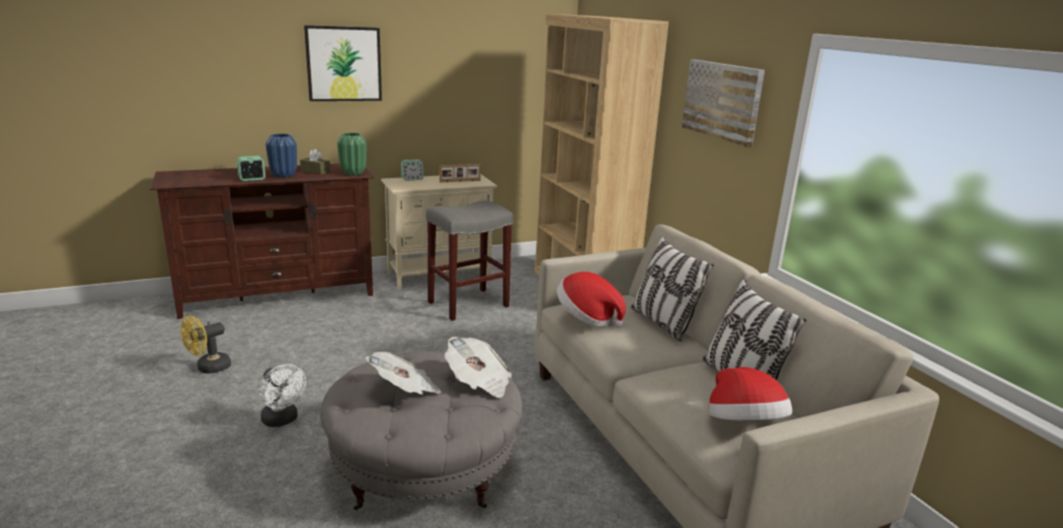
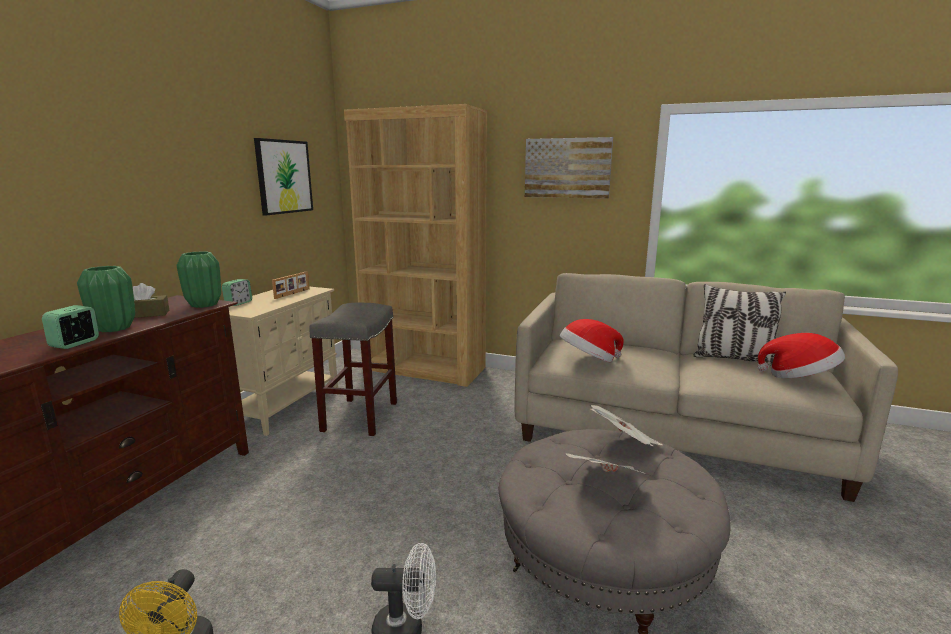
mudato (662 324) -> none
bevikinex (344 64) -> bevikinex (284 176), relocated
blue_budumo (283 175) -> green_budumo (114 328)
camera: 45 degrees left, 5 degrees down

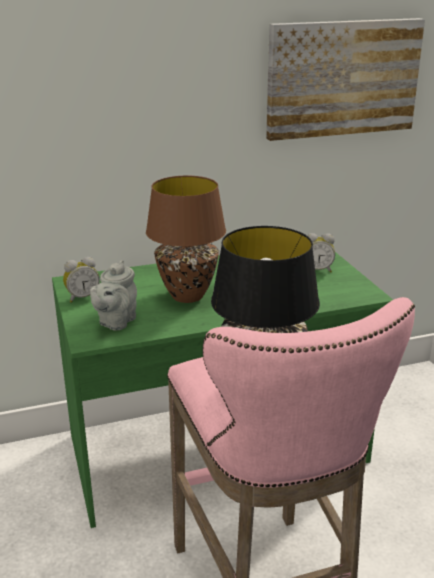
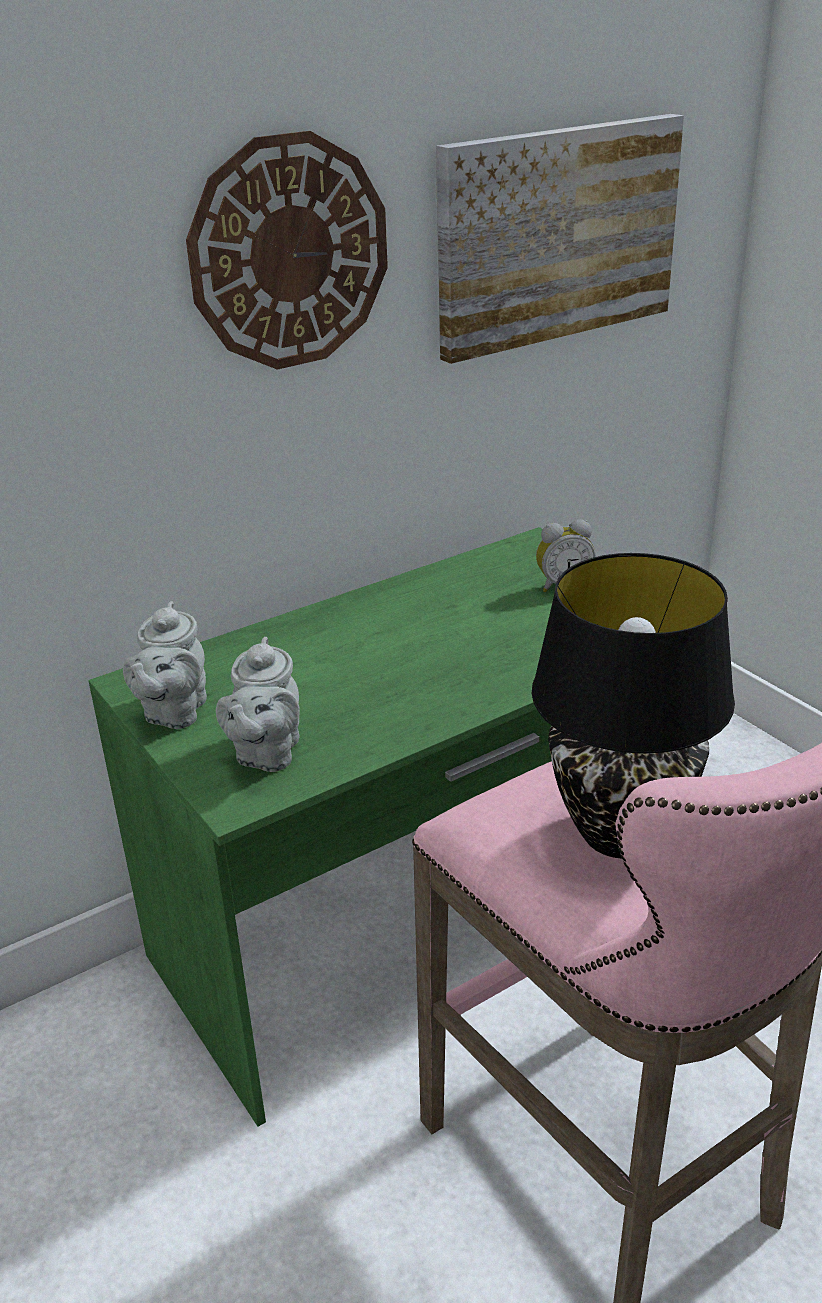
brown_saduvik (188 295) -> none
none -> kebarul (289 253)
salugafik (82 297) -> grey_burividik (173 713)
camera: 15 degrees left, 5 degrees up

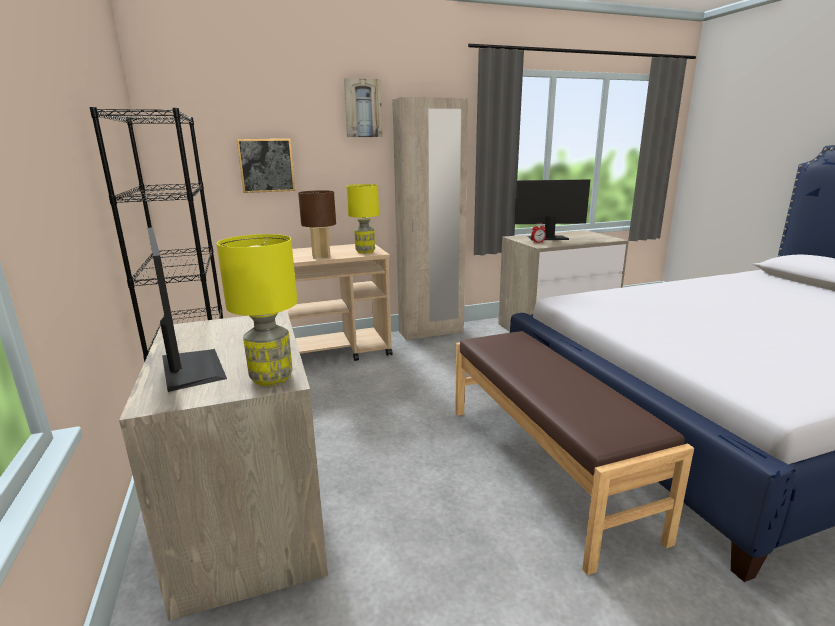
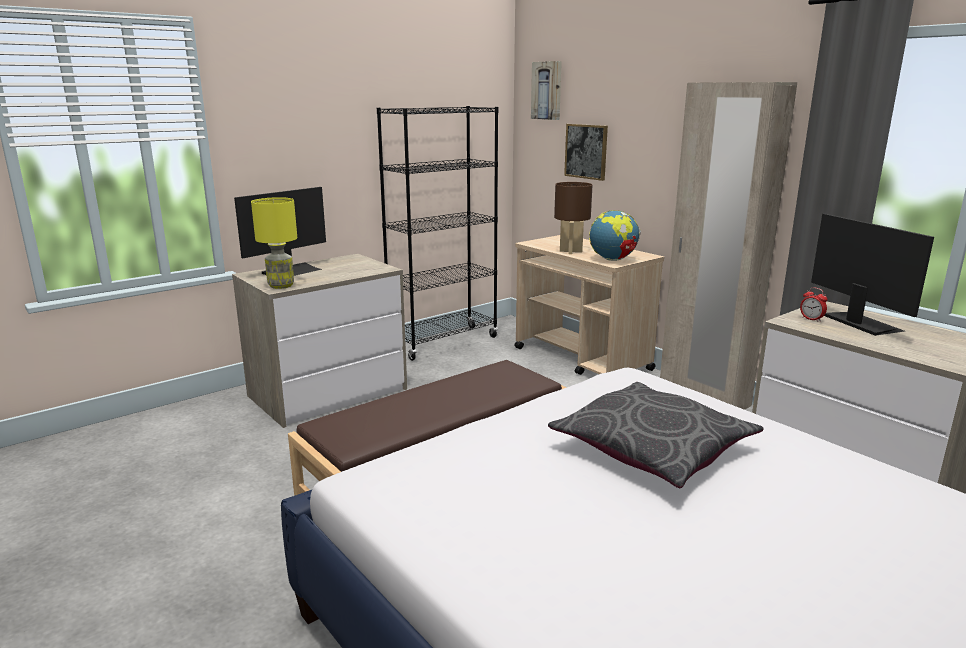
none -> grey_mudato (653 448)
bevikinex (363 108) -> bevikinex (547 90), relocated
yellow_saduvik (365 251) -> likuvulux (613 260)
camera: 70 degrees right, 0 degrees up

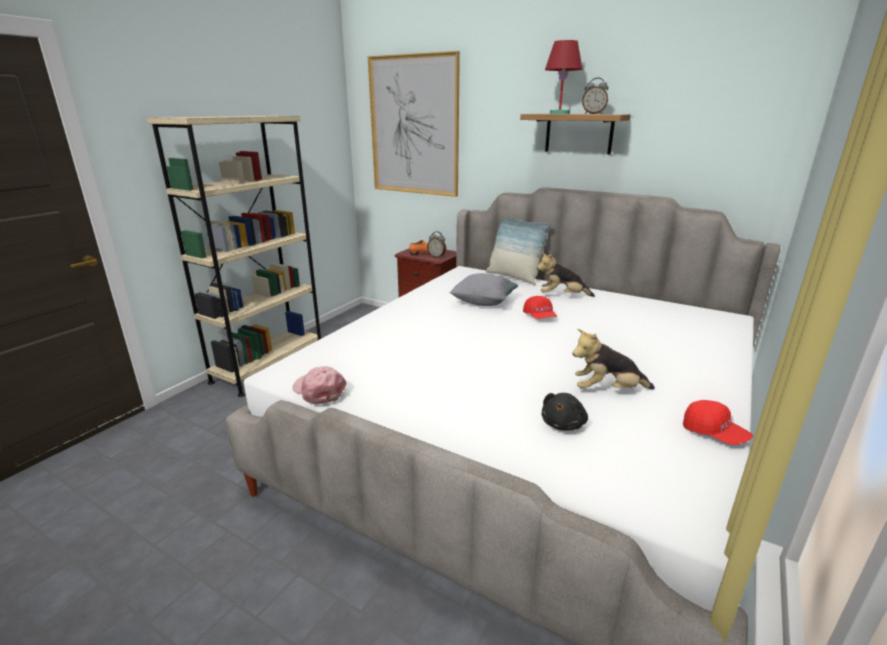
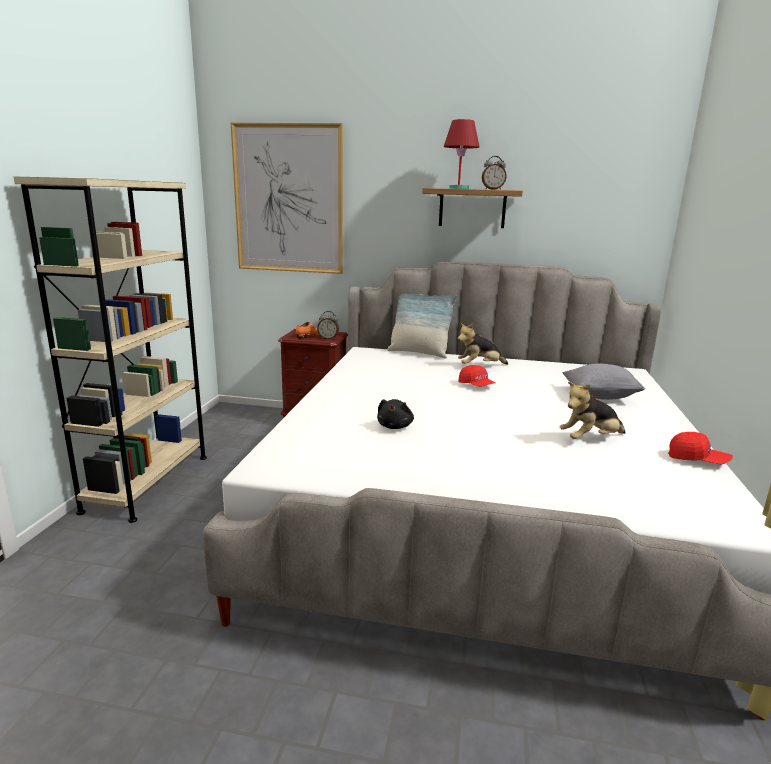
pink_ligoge (319 390) -> none
grey_mudato (483 302) -> grey_mudato (600 396), relocated
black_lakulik (563 424) -> black_lakulik (395 426), relocated
camera: 20 degrees left, 5 degrees down

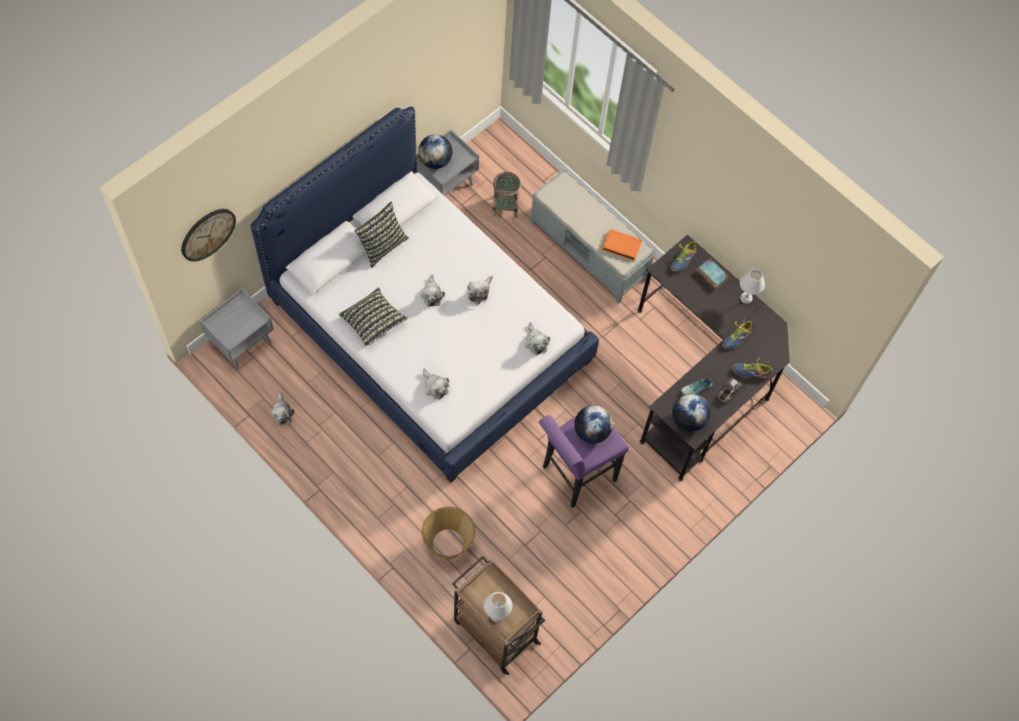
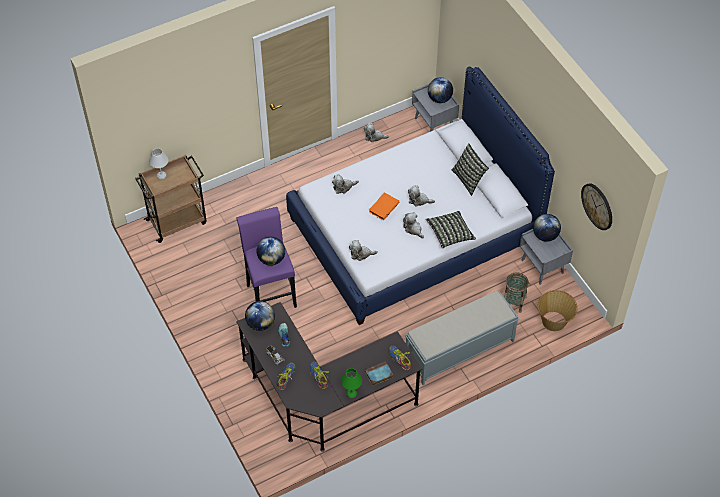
none -> likuvulux (439 99)
kebarul (207 234) -> kebarul (597 206), relocated
mudato (373 321) -> mudato (450 234), relocated
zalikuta (448 543) -> zalikuta (554 321), relocated
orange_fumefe (621 246) -> orange_fumefe (383 207), relocated
white_saduvik (746 297) -> green_saduvik (351 394)
camera: 110 degrees right, 10 degrees down

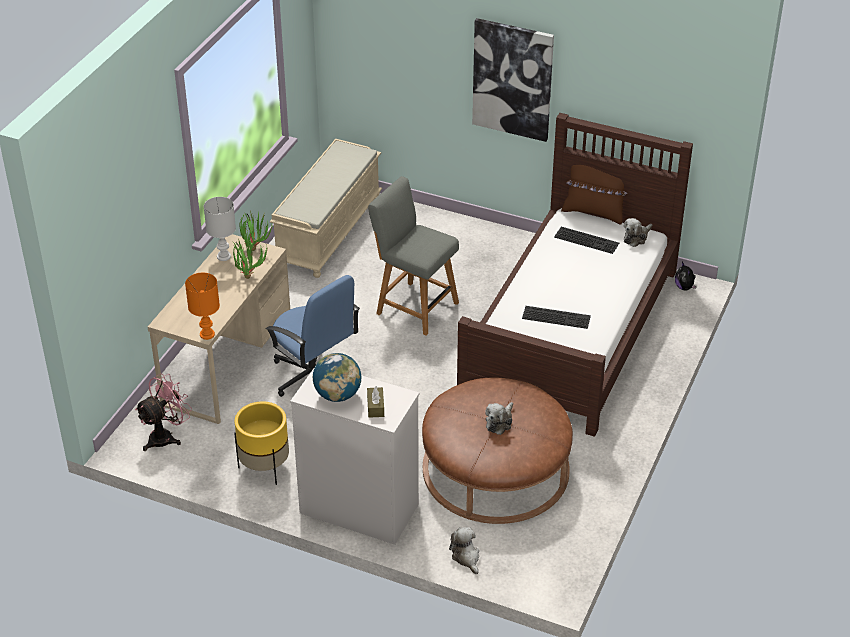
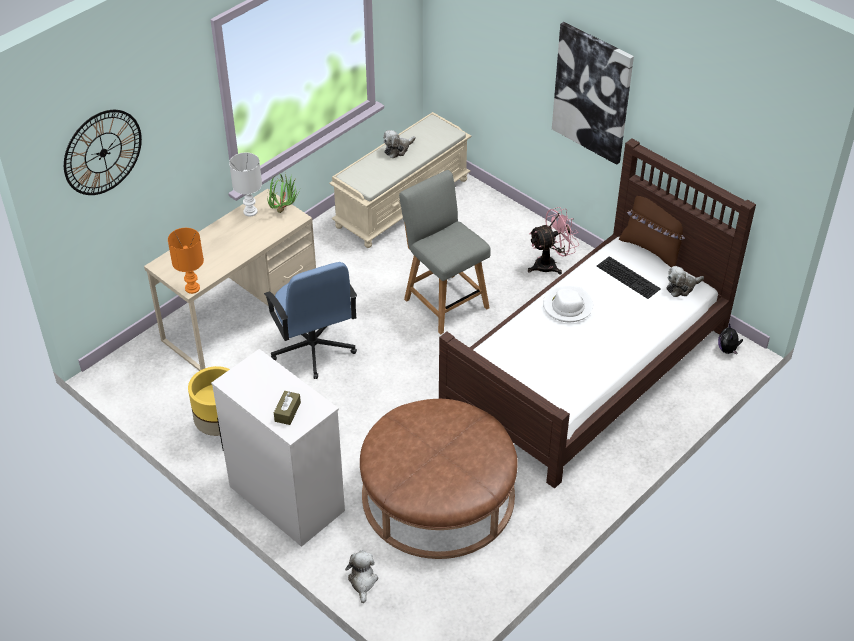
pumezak (249 274) -> none
likuvulux (338 395) -> none
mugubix (557 316) -> none
none -> kebarul (103 152)
none -> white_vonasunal (567 306)
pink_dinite (166 436) -> pink_dinite (550 264), relocated
lakulik (499 422) -> lakulik (398 149), relocated
camera: 20 degrees right, 5 degrees up

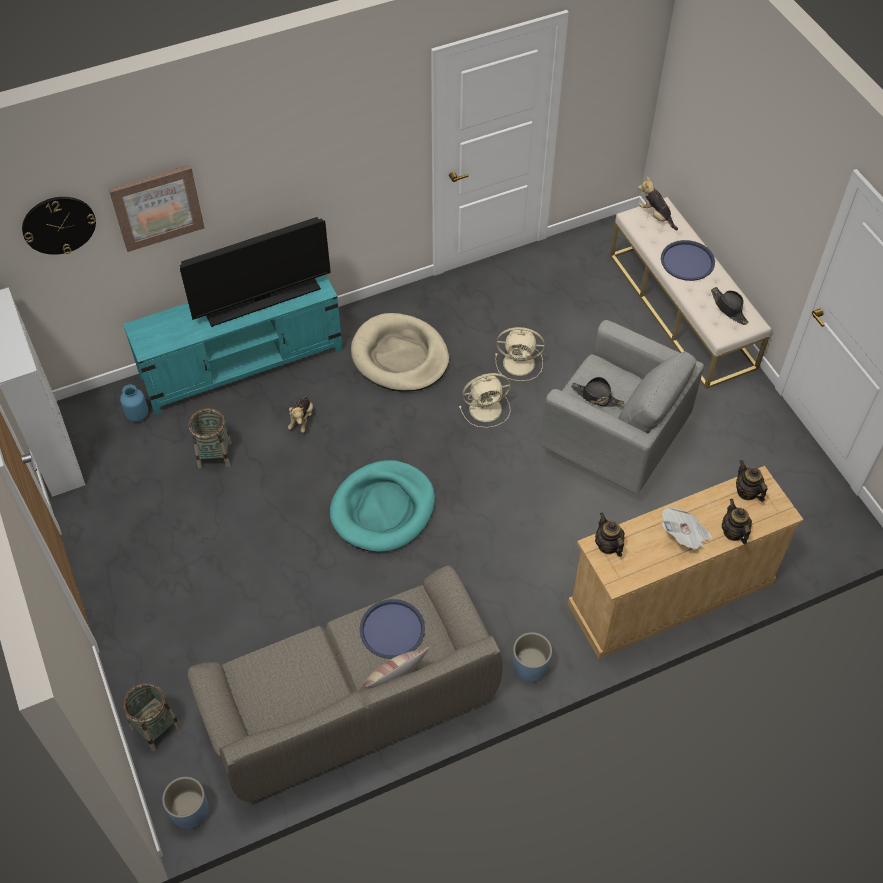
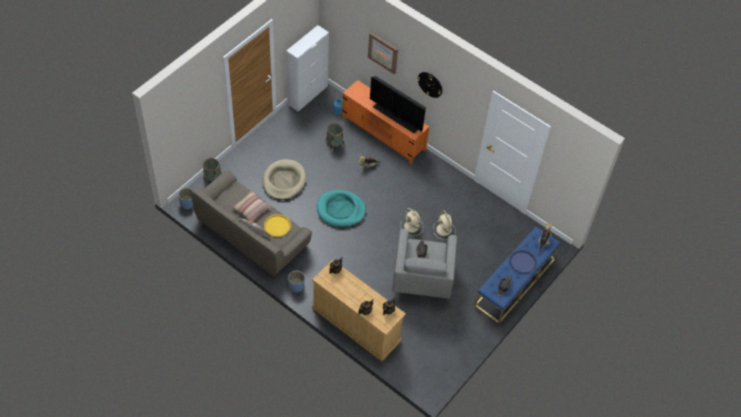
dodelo (684 535) -> none
none -> mudato (251 208)
kebarul (59 224) -> kebarul (430 84), relocated
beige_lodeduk (400 356) -> beige_lodeduk (284 181), relocated
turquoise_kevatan (243 363) -> orange_kevatan (383 134)
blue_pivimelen (392 629) -> yellow_pivimelen (277 226)
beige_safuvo (682 310) -> blue_safuvo (515 282)
camera: 60 degrees right, 0 degrees up

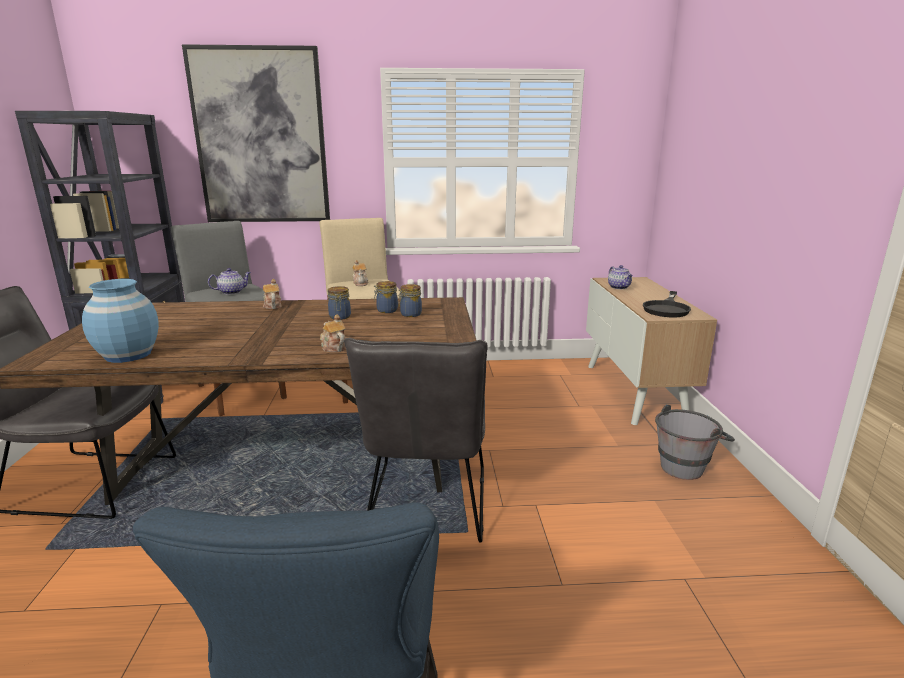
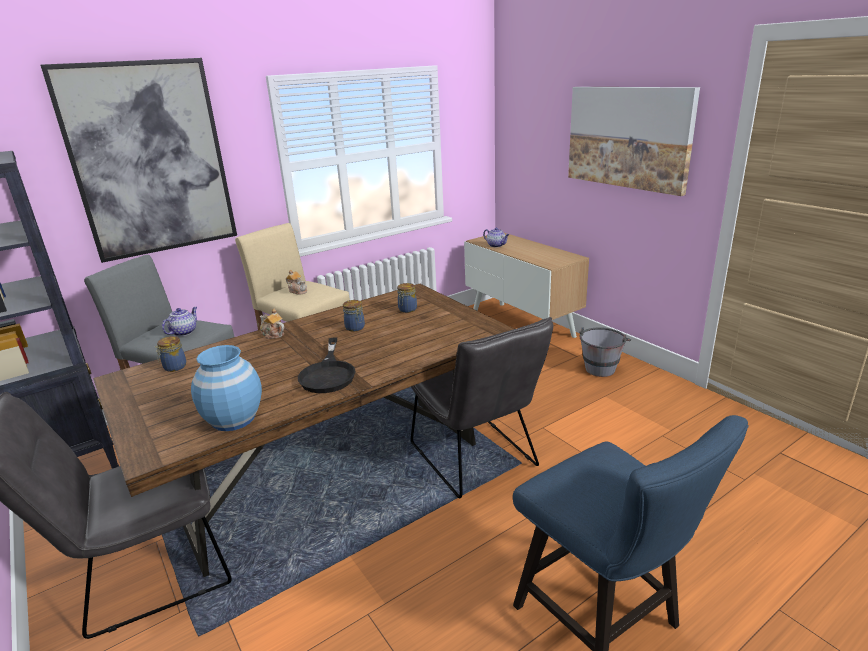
burividik (333 347) -> none
none -> bevikinex (628 137)
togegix (386 310) -> togegix (174 367), relocated
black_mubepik (667 308) -> black_mubepik (328 373), relocated
camera: 30 degrees left, 5 degrees up

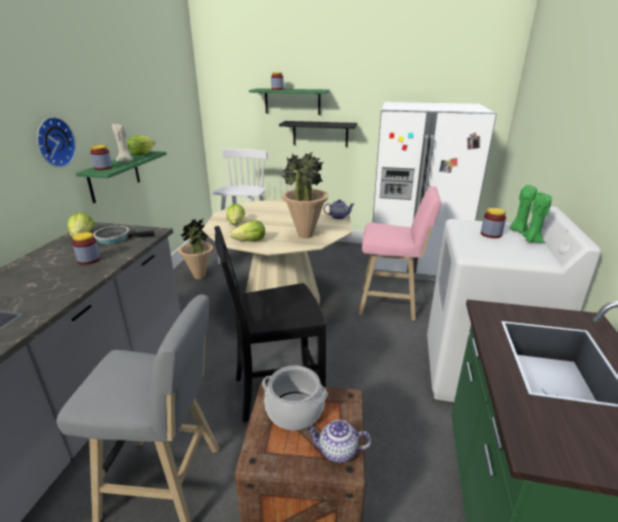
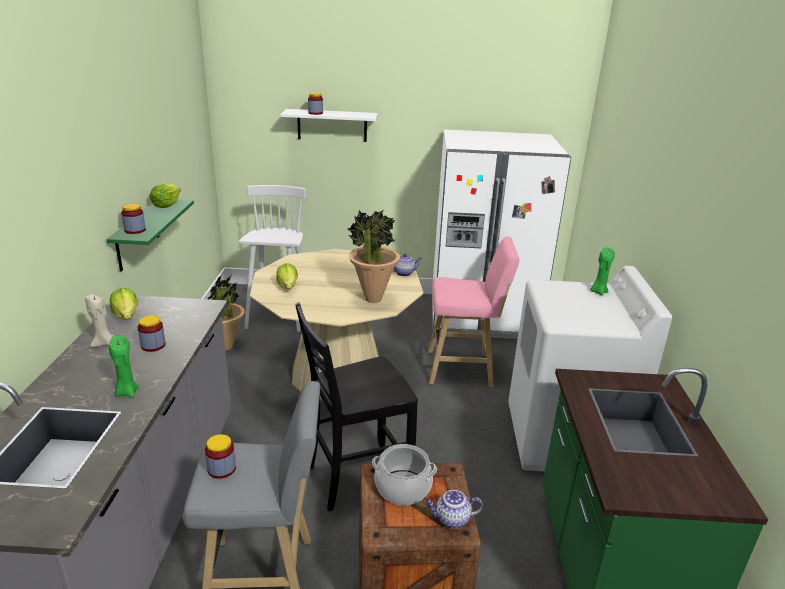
kebarul (53 142) -> none
mubepik (116 238) -> none
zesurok (250 241) -> none
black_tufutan (320 133) -> none
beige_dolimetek (125 161) -> beige_dolimetek (104 343), relocated
togegix (491 234) -> togegix (221 469), relocated
green_dolimetek (531 240) -> green_dolimetek (127 392), relocated
green_tufutan (292 101) -> white_tufutan (332 125)
camera: 10 degrees left, 0 degrees up

